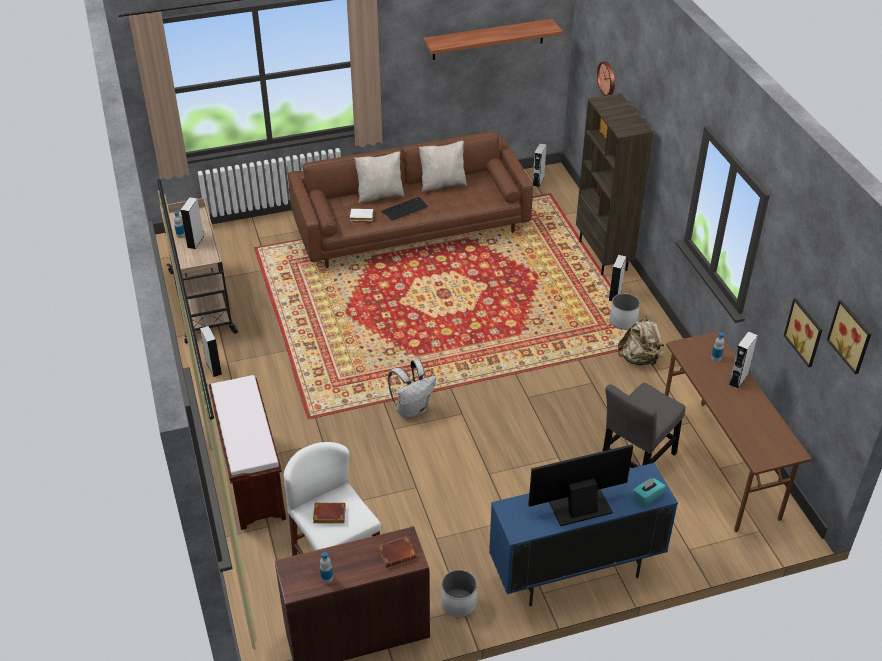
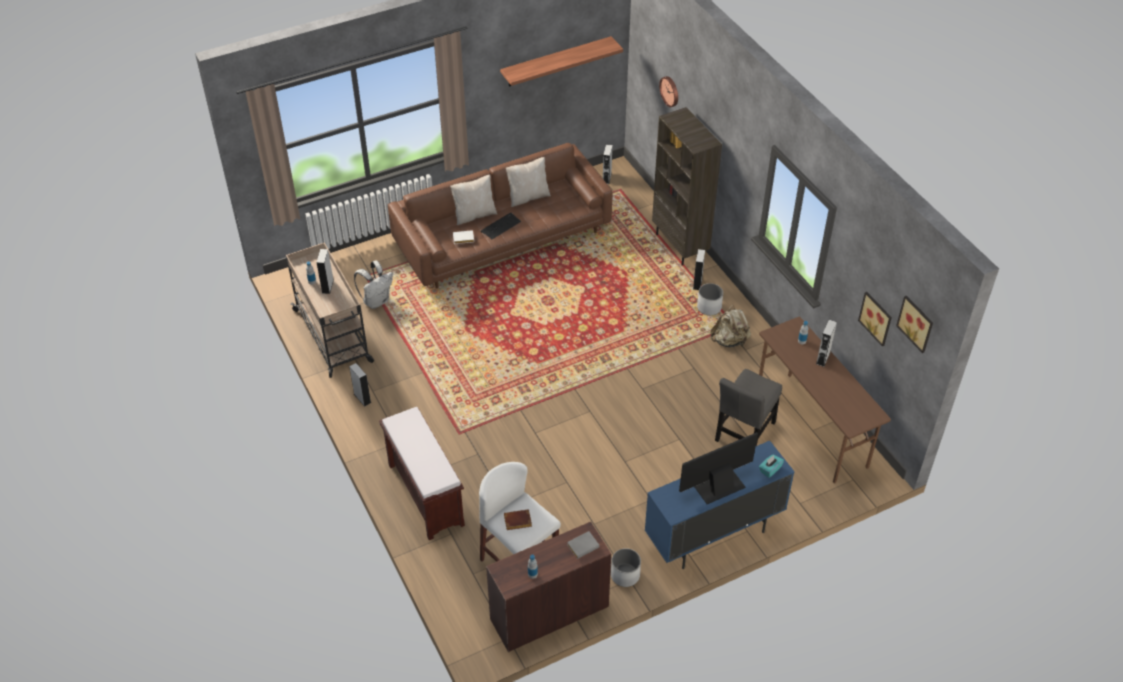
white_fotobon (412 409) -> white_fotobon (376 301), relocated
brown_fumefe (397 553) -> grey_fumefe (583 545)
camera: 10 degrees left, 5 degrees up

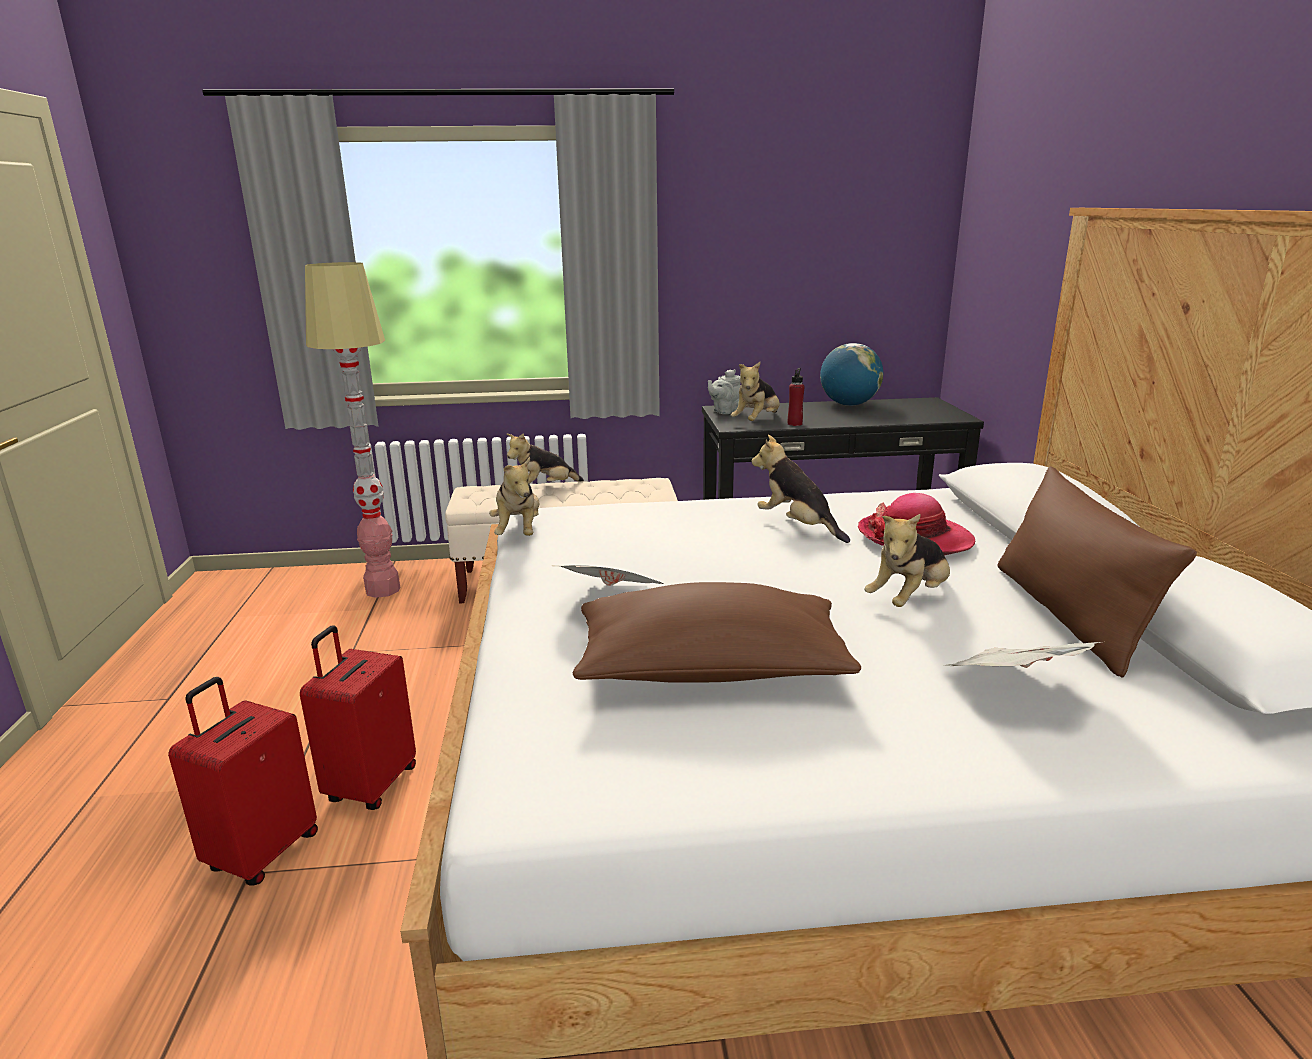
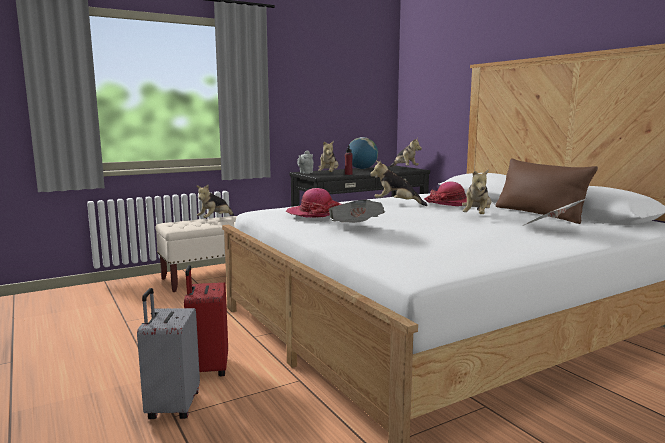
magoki (382 590) -> none
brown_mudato (710 671) -> none
none -> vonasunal (317 212)
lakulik (519 532) -> lakulik (404 168), relocated
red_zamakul (262 852) -> grey_zamakul (172 407)
camera: 25 degrees left, 10 degrees down

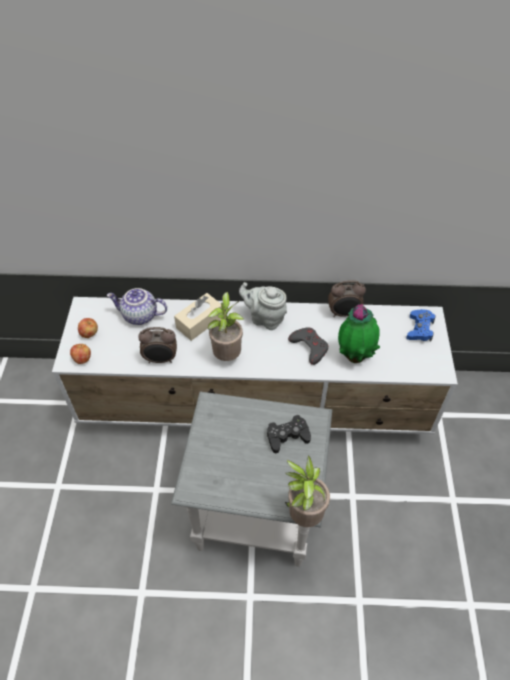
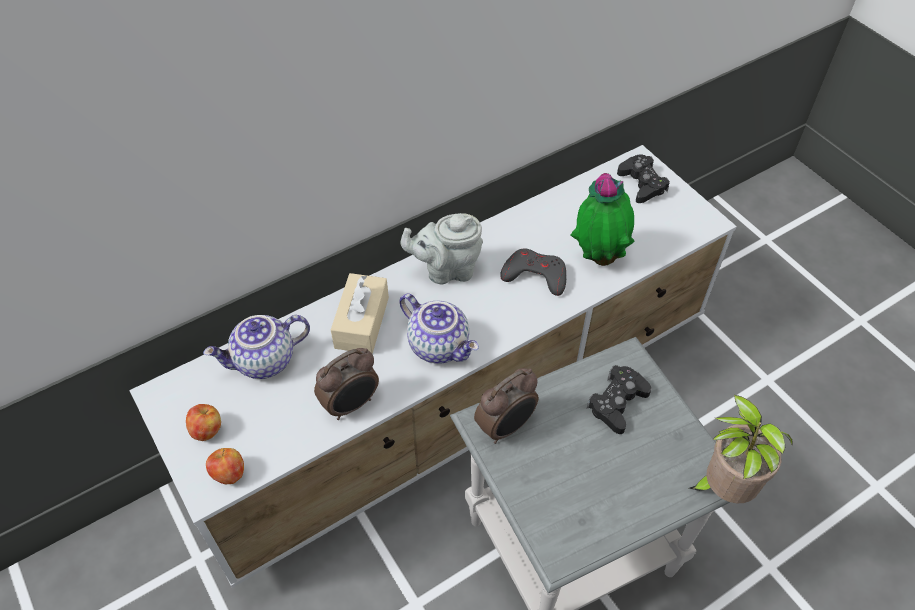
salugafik (344 313) -> salugafik (506 427), relocated
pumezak (227 355) -> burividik (440 345)
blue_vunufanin (420 329) -> black_vunufanin (642 184)
camera: 35 degrees left, 0 degrees up

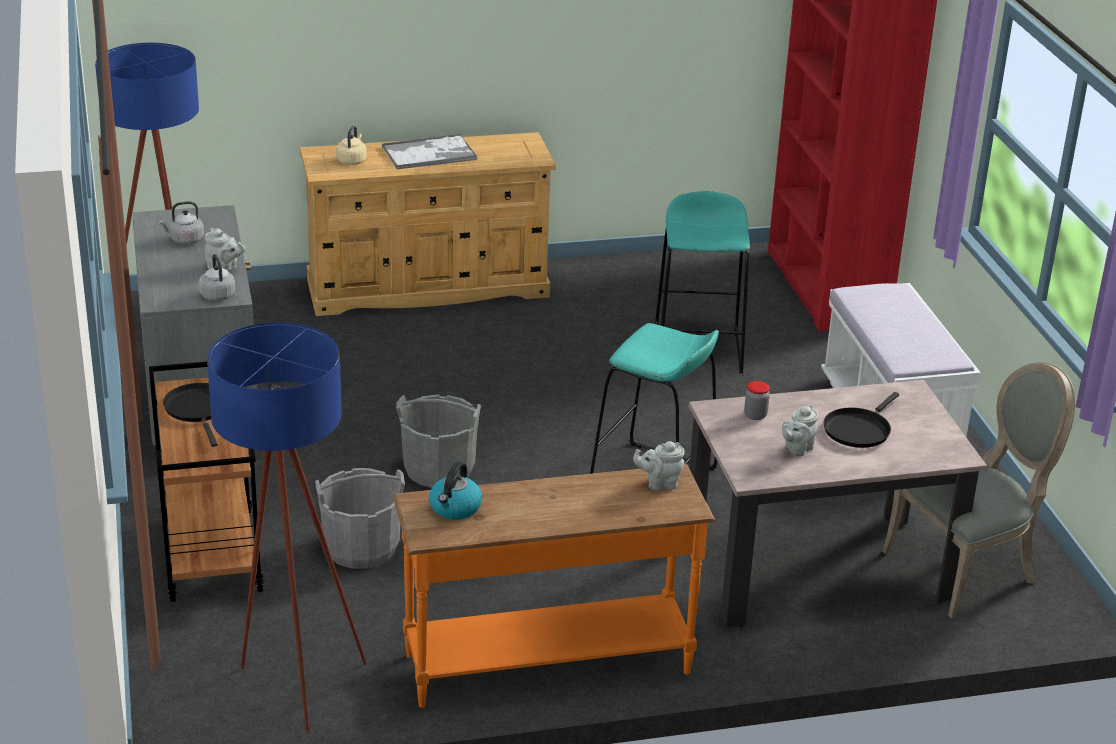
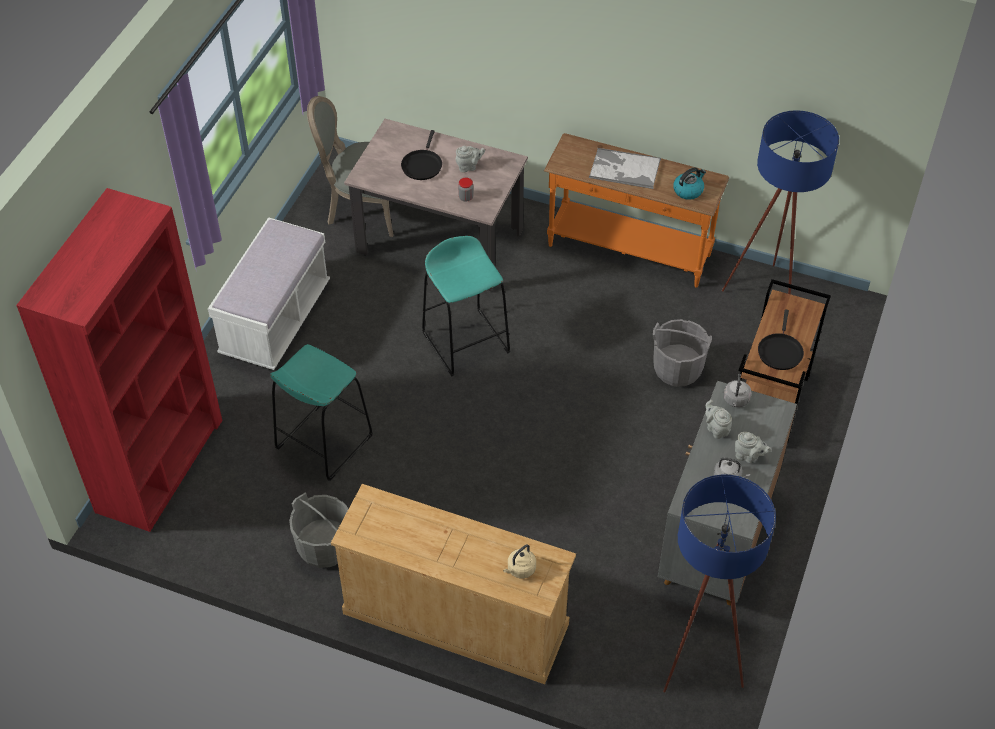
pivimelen (430 153) -> pivimelen (624 169), relocated
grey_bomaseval (439 469) -> grey_bomaseval (324 547), relocated
grey_burividik (659 483) -> grey_burividik (749 456), relocated
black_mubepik (858 429) -> black_mubepik (422 165), 120 degrees clockwise
camera: 145 degrees left, 20 degrees up

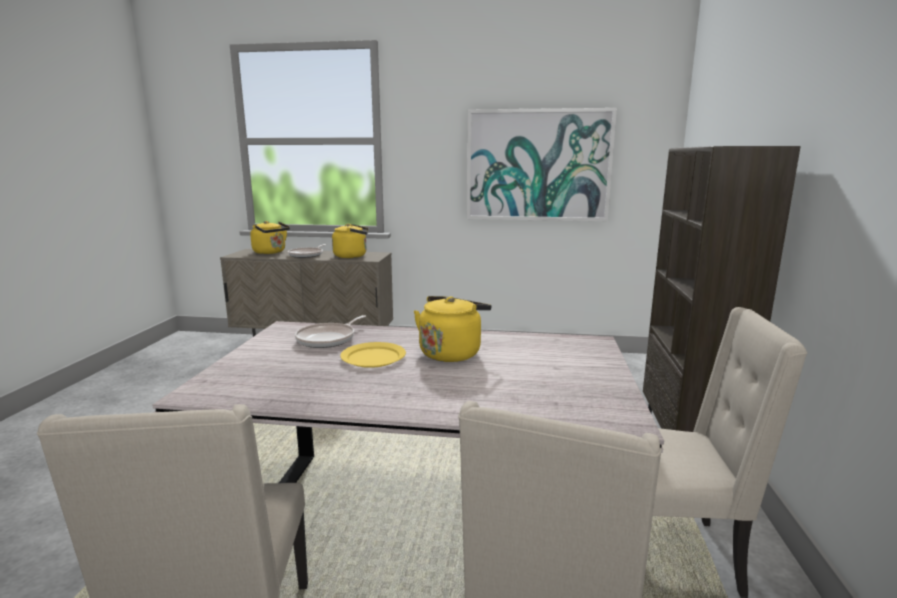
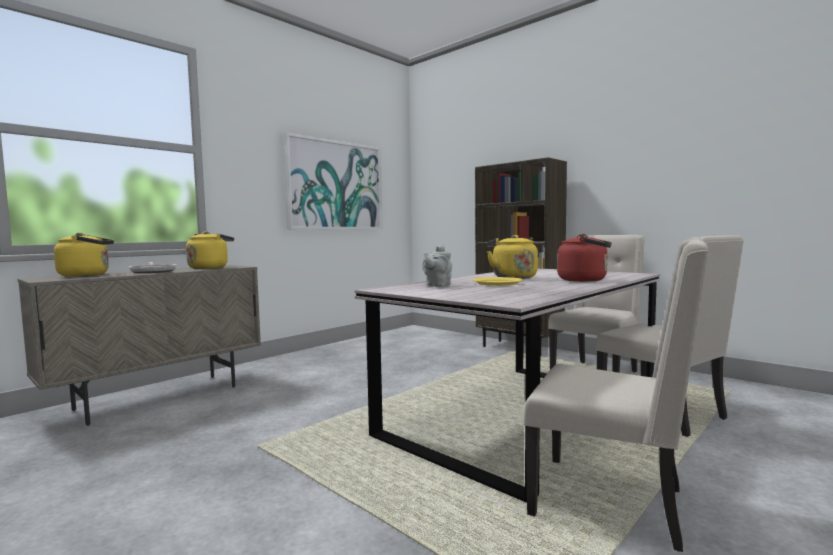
none -> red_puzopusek (585 280)
mubepik (328 339) -> grey_burividik (437 285)
camera: 55 degrees left, 10 degrees down

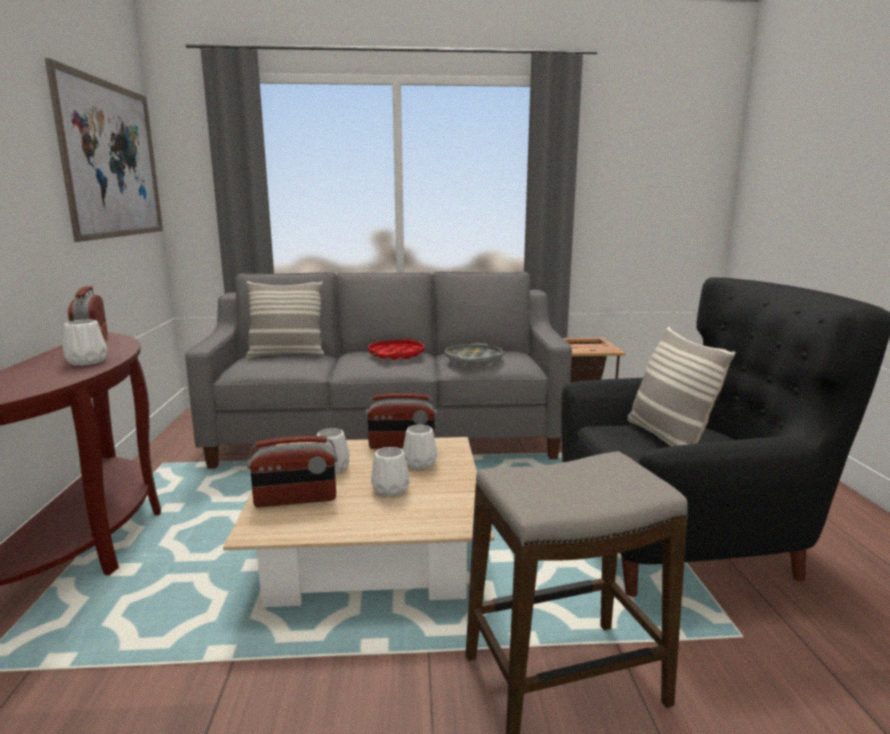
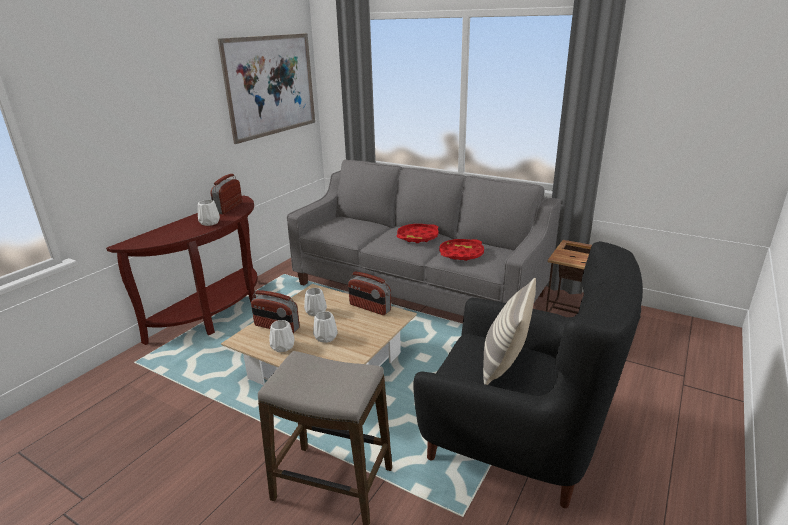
mudato (286 355) -> none
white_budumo (419 464) -> white_budumo (282 347), relocated
grey_pivimelen (473 359) -> red_pivimelen (461 253)
camera: 35 degrees right, 10 degrees up

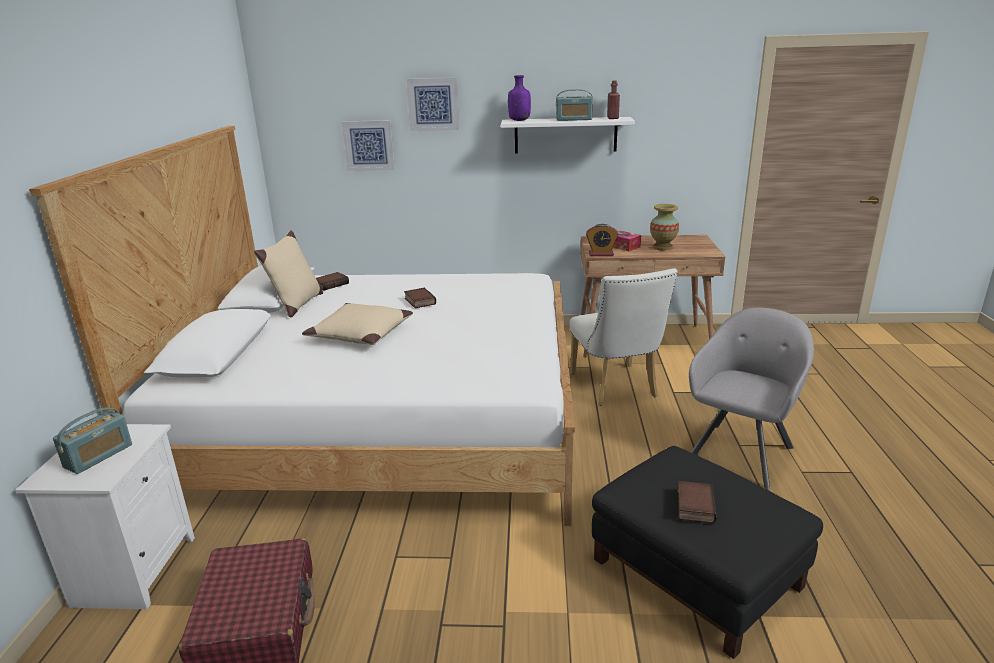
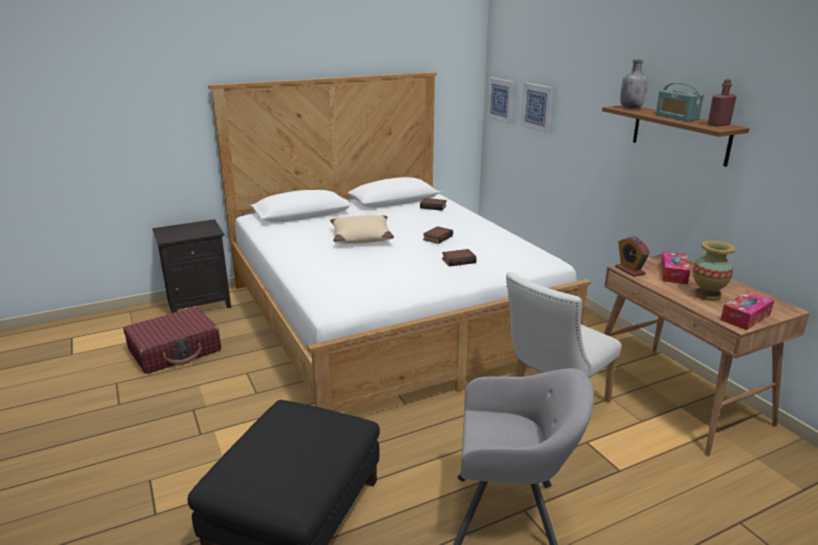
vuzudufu (98 456) -> none
beige_mudato (296 305) -> none
none -> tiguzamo (745 317)
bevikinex (433 104) -> bevikinex (501 100), relocated
fumefe (694 505) -> fumefe (458 260), relocated
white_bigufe (134 569) -> black_bigufe (200 303)
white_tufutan (565 135) -> brown_tufutan (680 134)
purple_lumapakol (519 120) -> grey_lumapakol (631 108)
camera: 60 degrees right, 0 degrees up

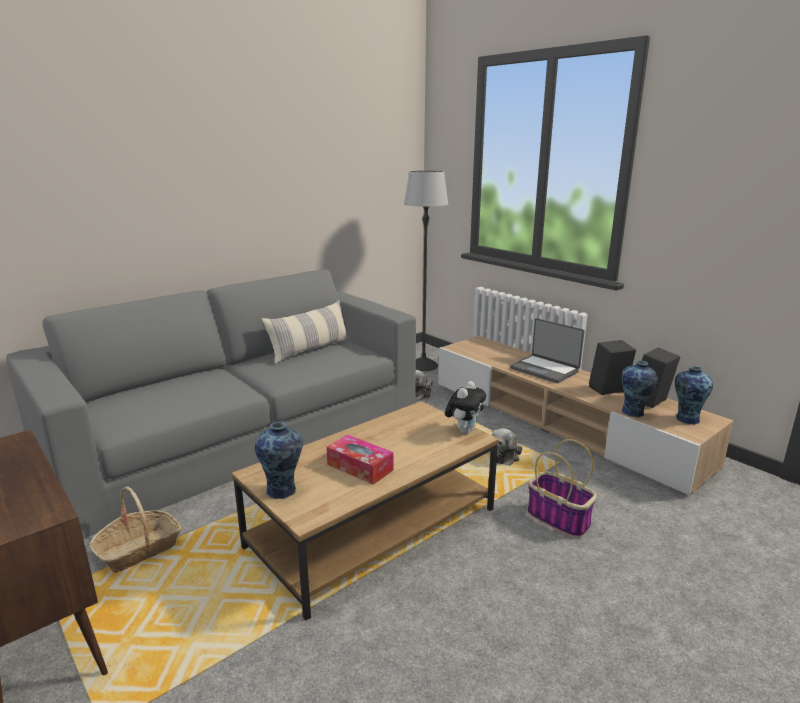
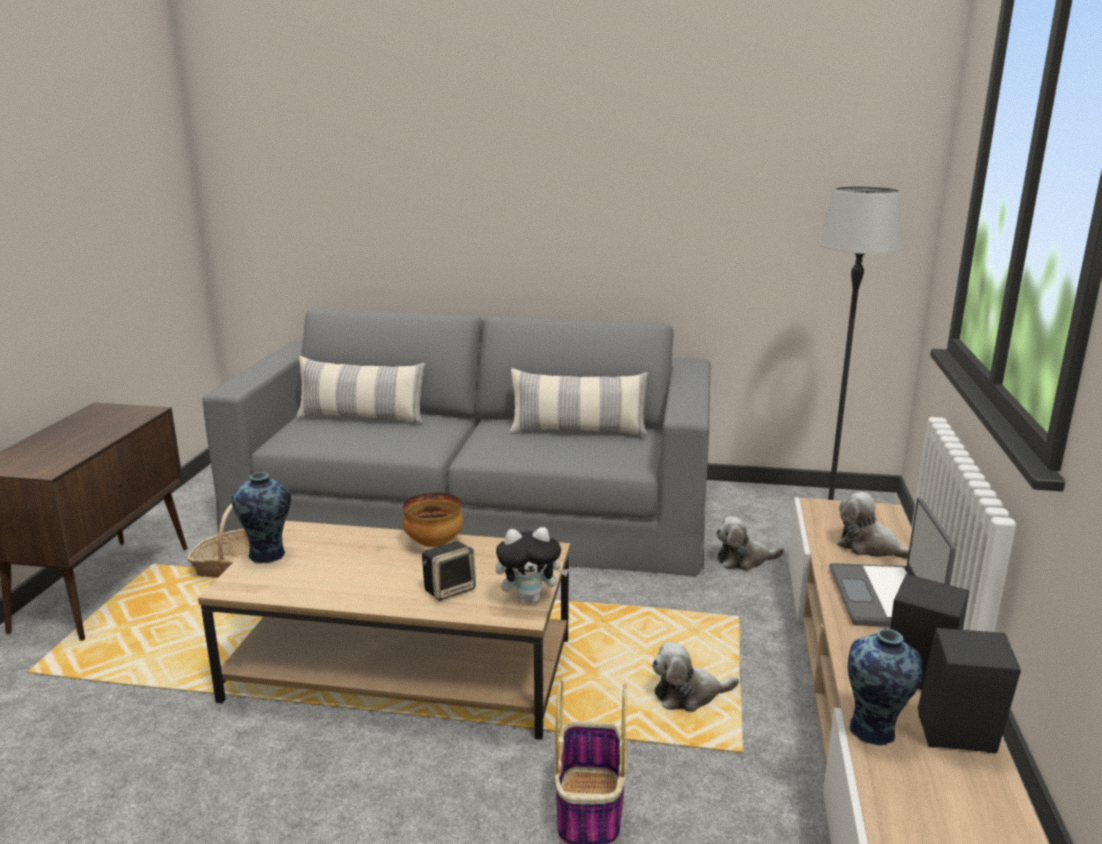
tiguzamo (360 467) -> none
budumo (686 419) -> none
none -> mudato (362 418)
none -> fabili (434 544)
none -> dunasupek (450 589)
none -> lakulik (870 547)
camera: 50 degrees right, 0 degrees up

